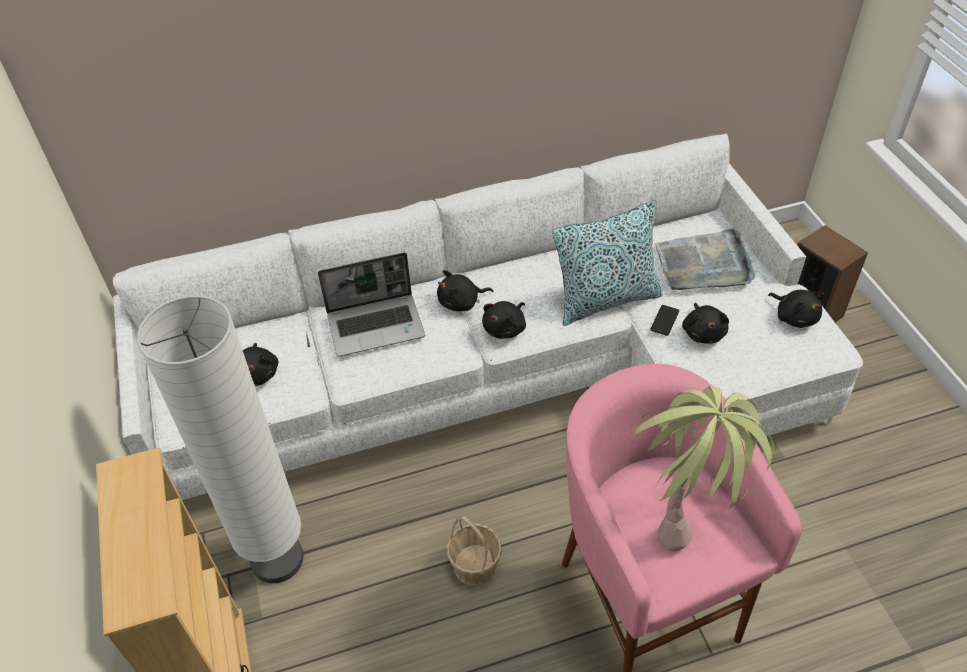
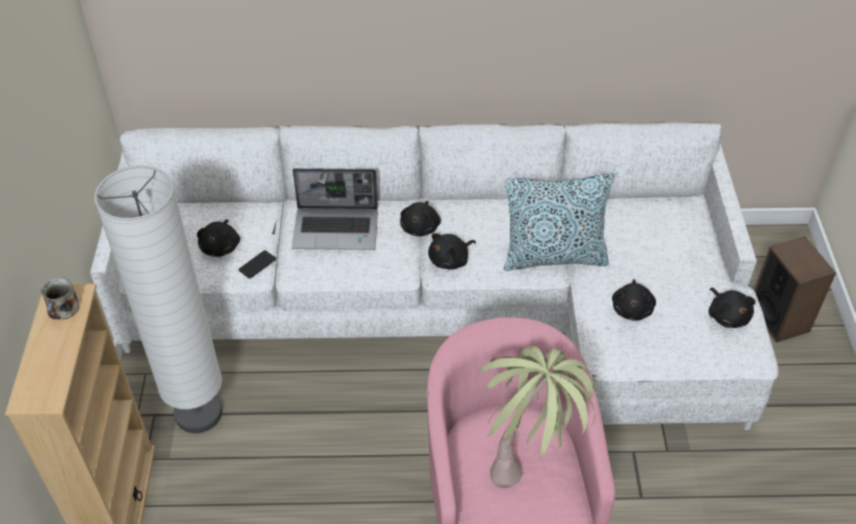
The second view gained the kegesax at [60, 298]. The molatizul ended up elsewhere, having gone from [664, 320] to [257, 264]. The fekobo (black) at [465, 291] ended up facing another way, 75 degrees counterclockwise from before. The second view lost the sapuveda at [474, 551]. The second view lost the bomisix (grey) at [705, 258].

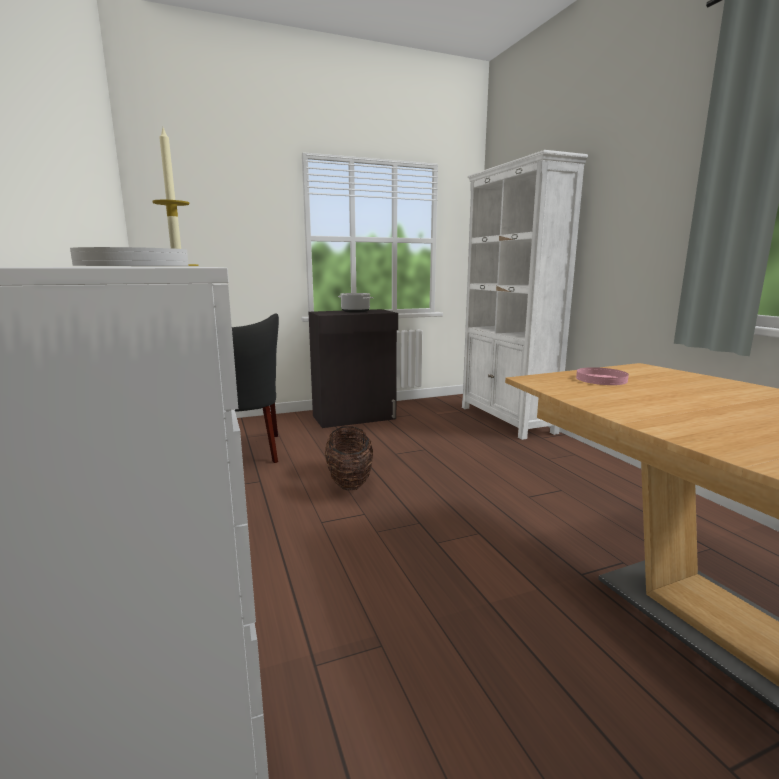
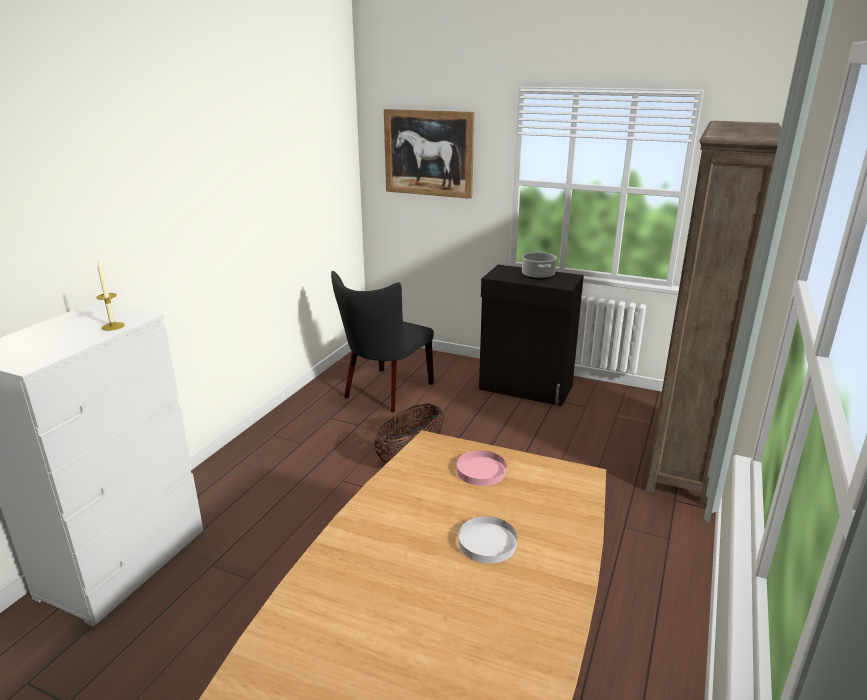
The second view gained the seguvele at [429, 154]. The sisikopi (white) ended up elsewhere, having gone from [129, 256] to [487, 539]. What was the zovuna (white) at [525, 295] turned into the zovuna (brown) at [713, 313].

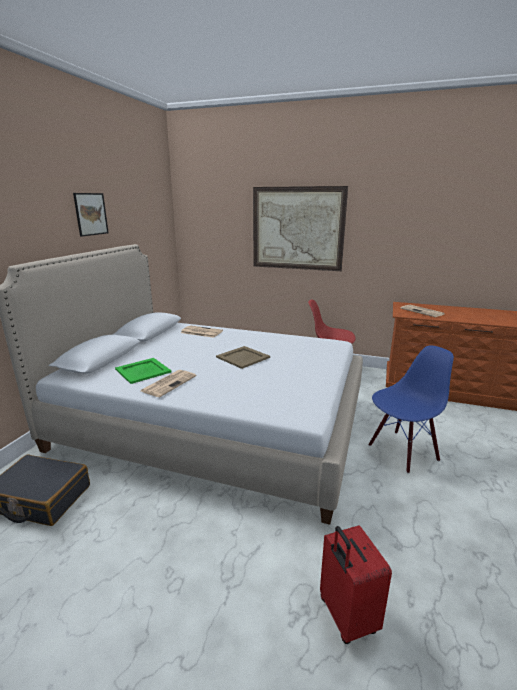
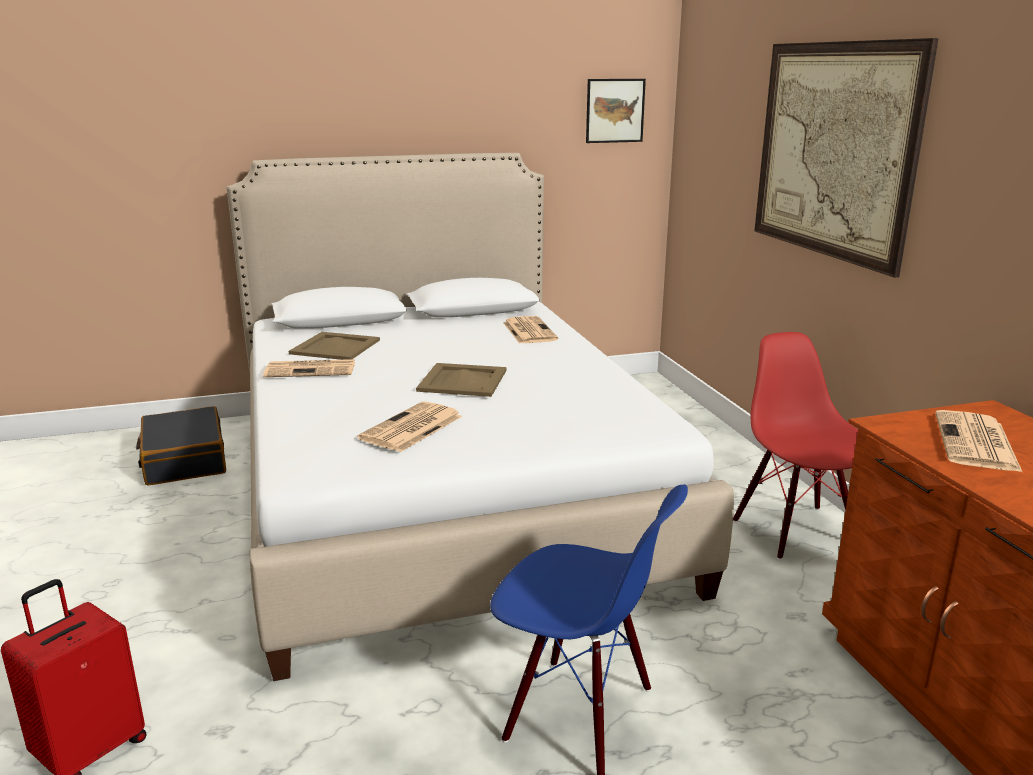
What was the bomisix (green) at [143, 371] turned into the bomisix (beige) at [334, 346]. The second view gained the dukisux at [410, 426]. The seguvele ended up elsewhere, having gone from [91, 215] to [616, 111].

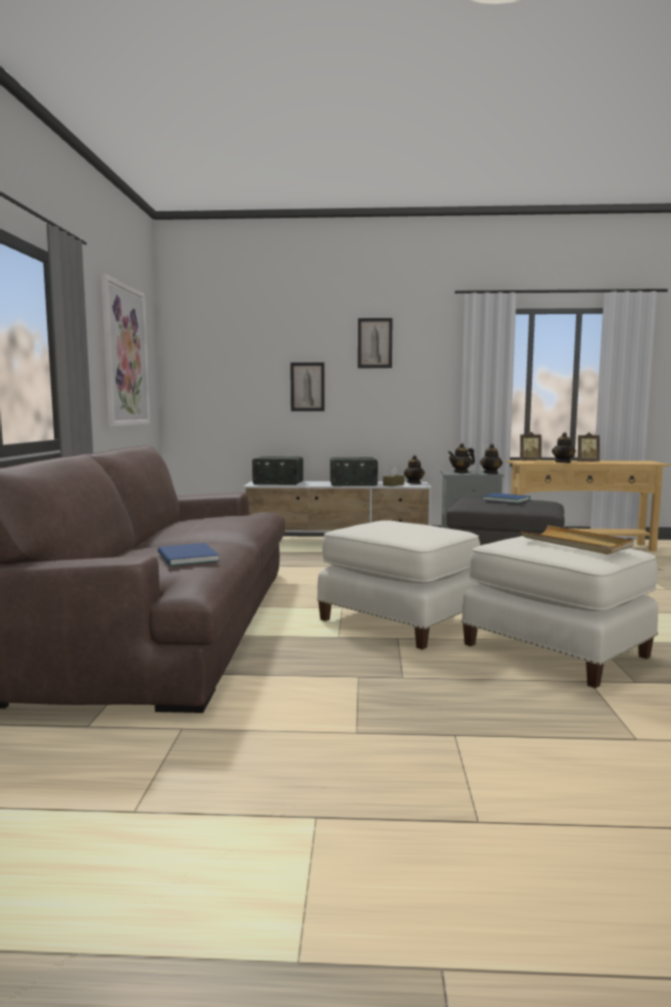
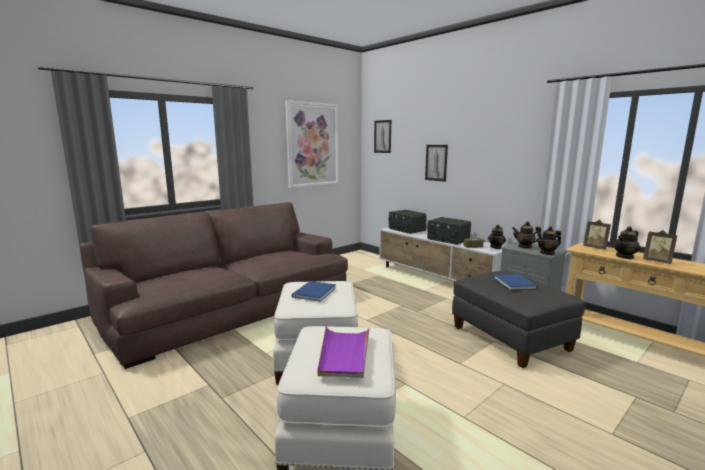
The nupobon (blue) ended up elsewhere, having gone from [188, 554] to [314, 291]. What was the bomisix (beige) at [577, 540] turned into the bomisix (purple) at [344, 352]. The seguvele ended up elsewhere, having gone from [375, 343] to [382, 136].

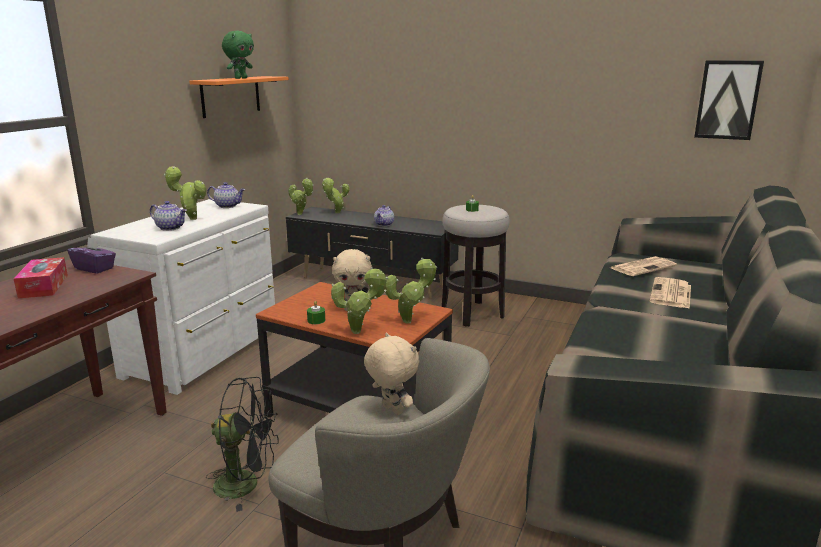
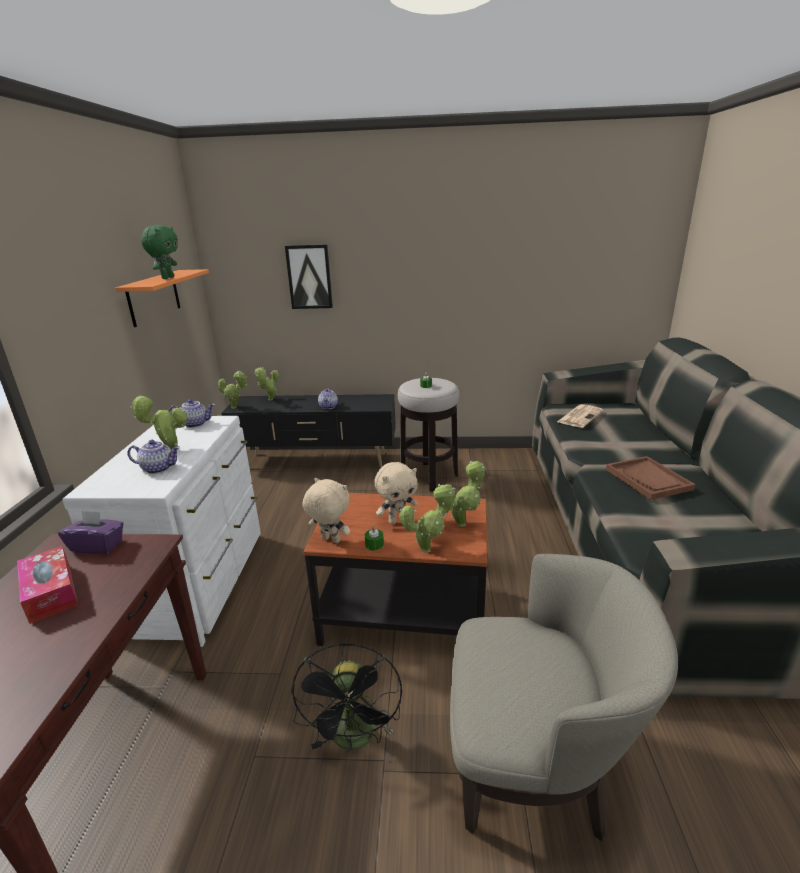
The seguvele ended up elsewhere, having gone from [729, 100] to [309, 276]. The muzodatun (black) at [242, 444] ended up facing another way, 105 degrees clockwise from before. The fekobo (beige) ended up elsewhere, having gone from [391, 374] to [326, 510]. The second view gained the bomisix (brown) at [651, 478]. The second view lost the dukisux at [670, 293].

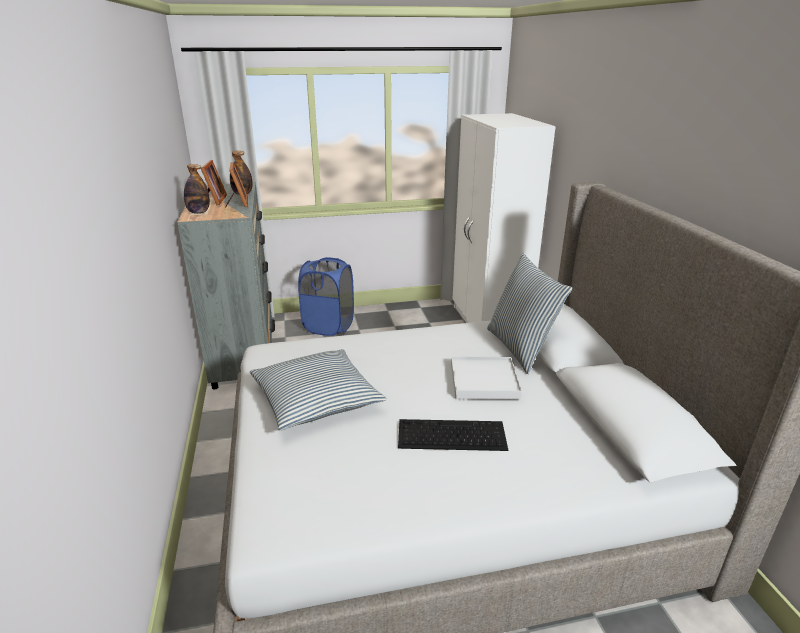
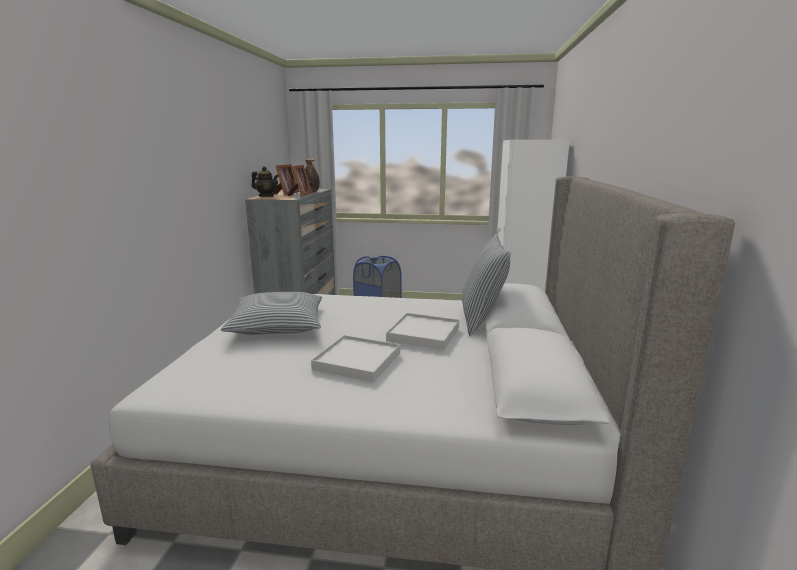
Where the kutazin stood at [197, 189], the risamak came to stand at [265, 181]. Where the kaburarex stood at [453, 435], the bomisix (white) came to stand at [355, 358].

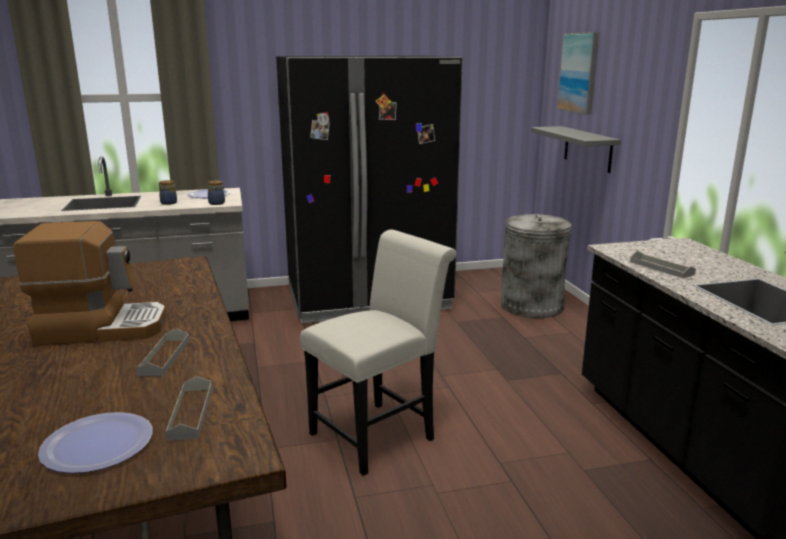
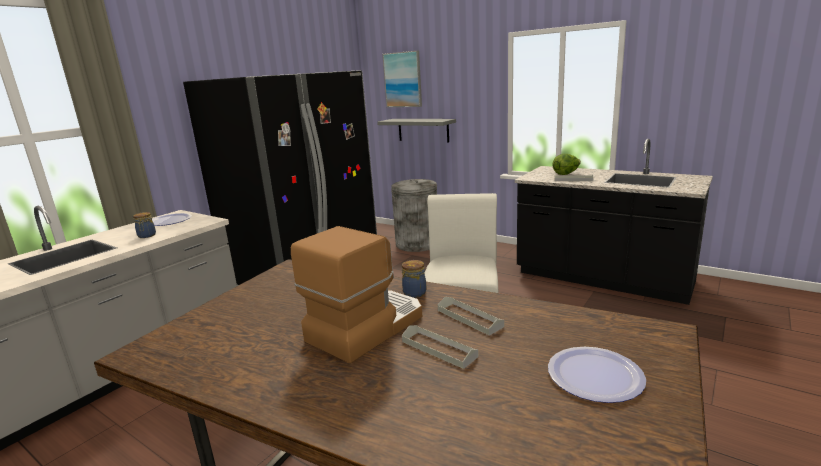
The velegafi ended up elsewhere, having gone from [216, 192] to [414, 279]. The bomisix (grey) ended up elsewhere, having gone from [188, 408] to [440, 347]. The second view gained the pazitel at [566, 164].

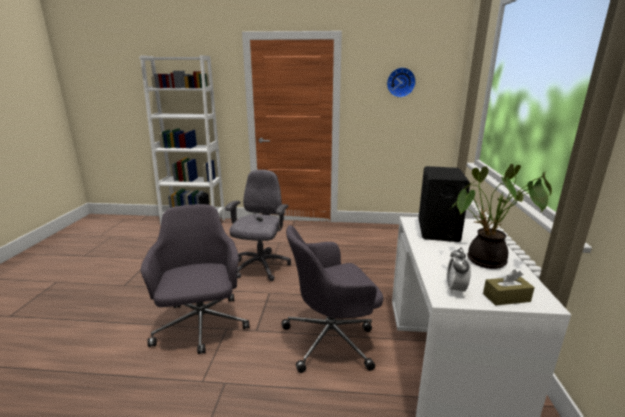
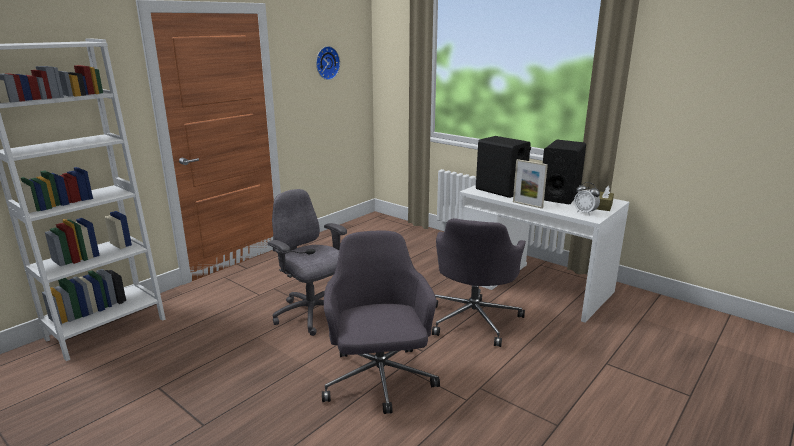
The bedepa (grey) at [195, 279] ended up facing another way, 60 degrees clockwise from before. The second view gained the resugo at [530, 184]. Where the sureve stood at [501, 216], the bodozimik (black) came to stand at [564, 172].

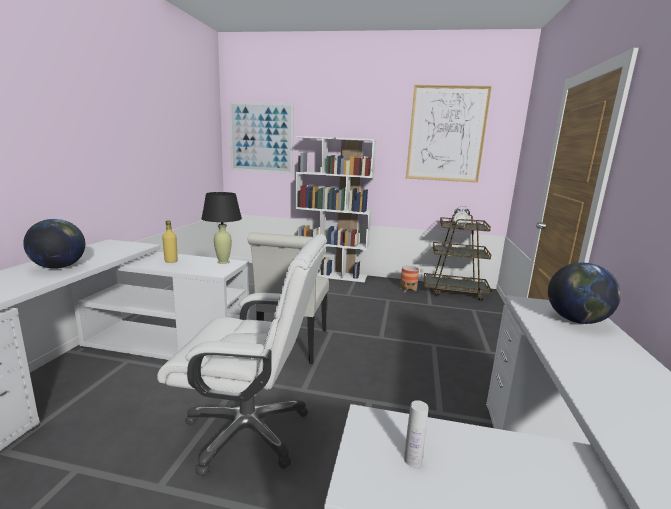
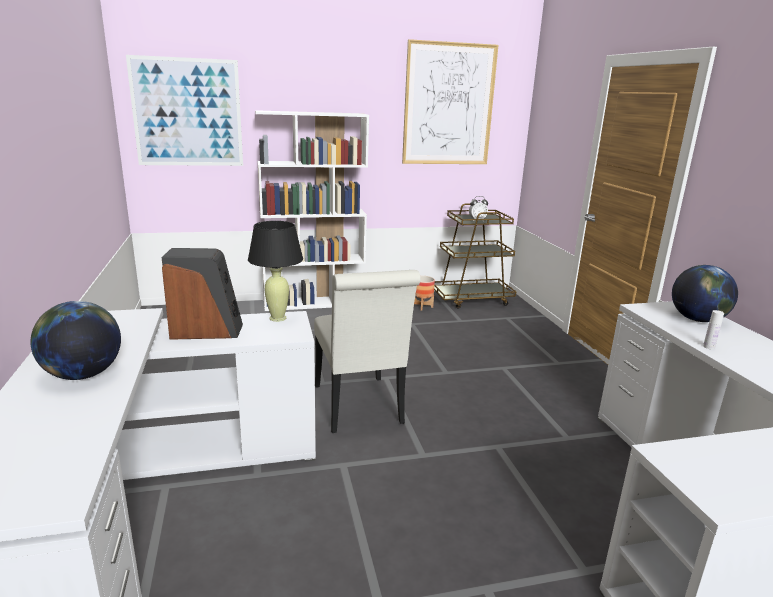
Where the kutazin (yellow) stood at [170, 241], the bodozimik came to stand at [202, 294]. The kutazin (white) ended up elsewhere, having gone from [416, 433] to [713, 329]. The second view lost the bedepa (white) at [242, 355].

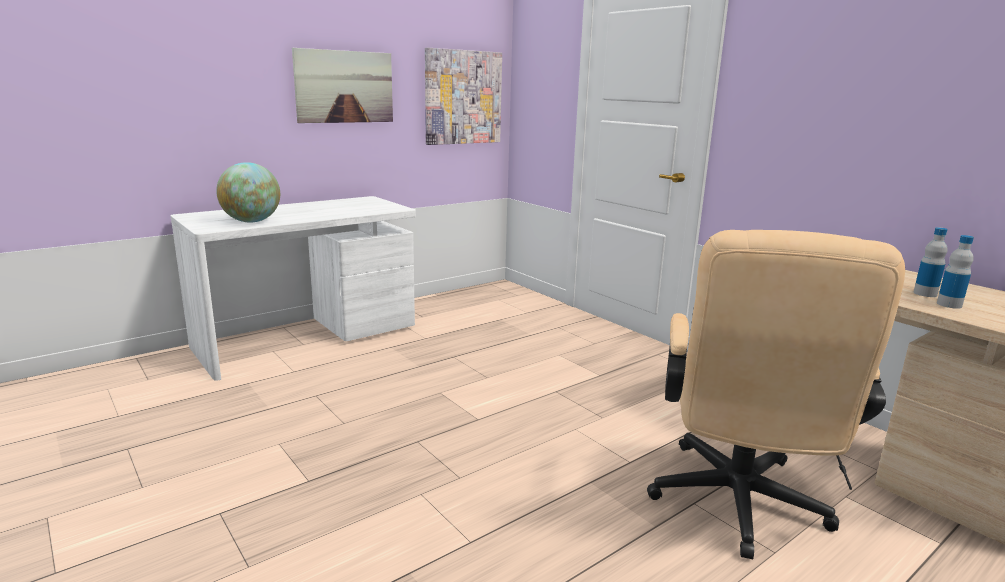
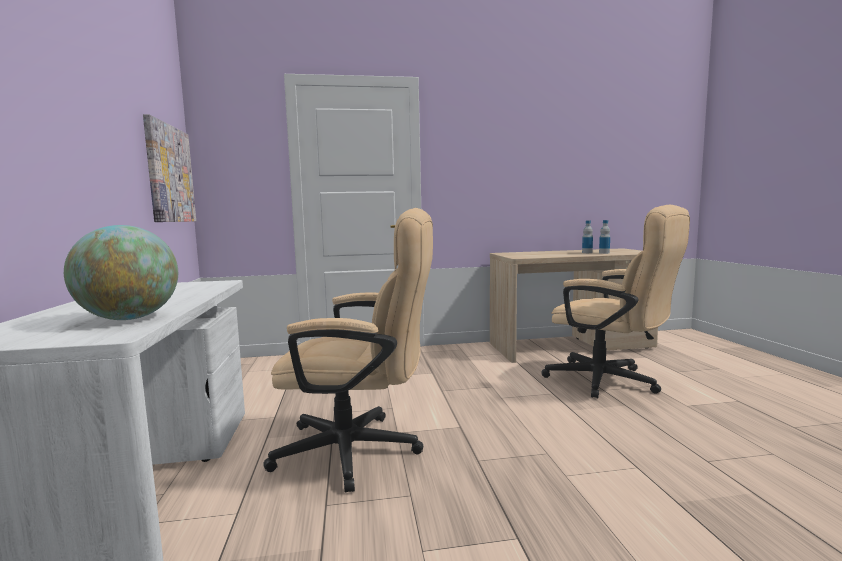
The second view gained the bedepa (beige) at [348, 350]. The second view lost the seguvele at [342, 85].

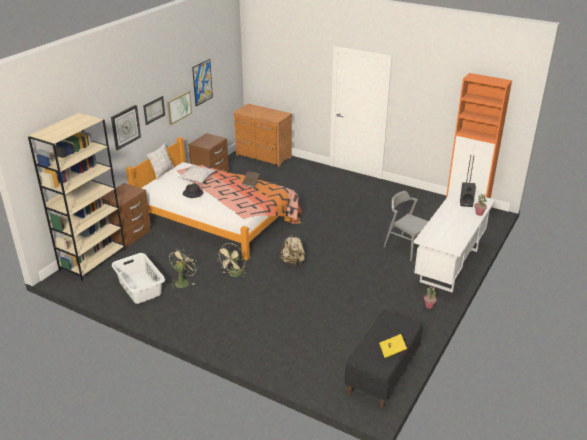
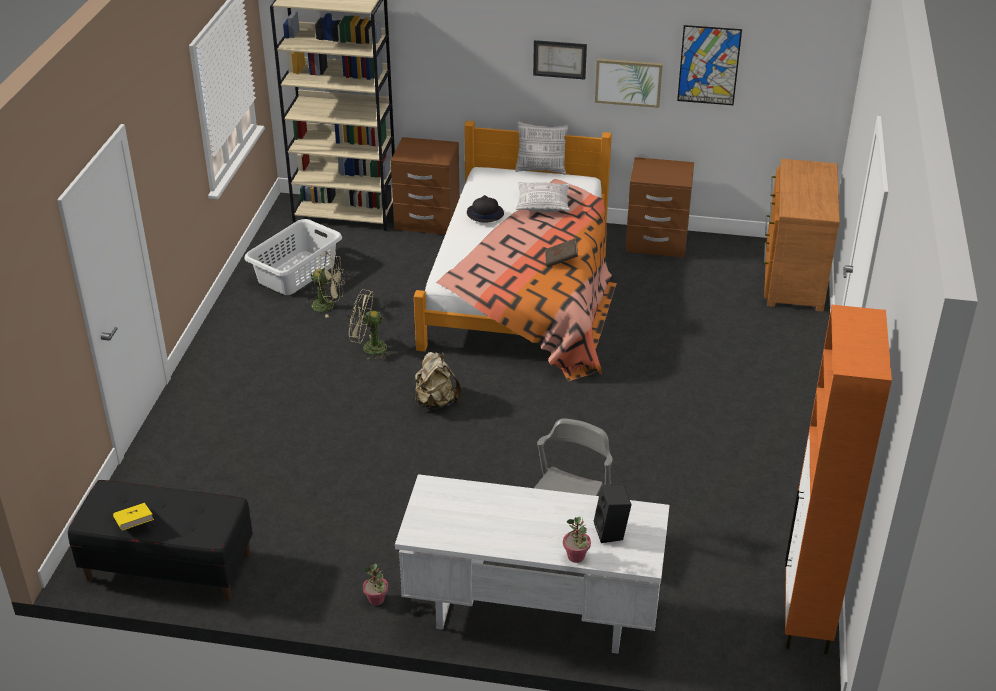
The second view lost the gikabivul at [126, 127].

